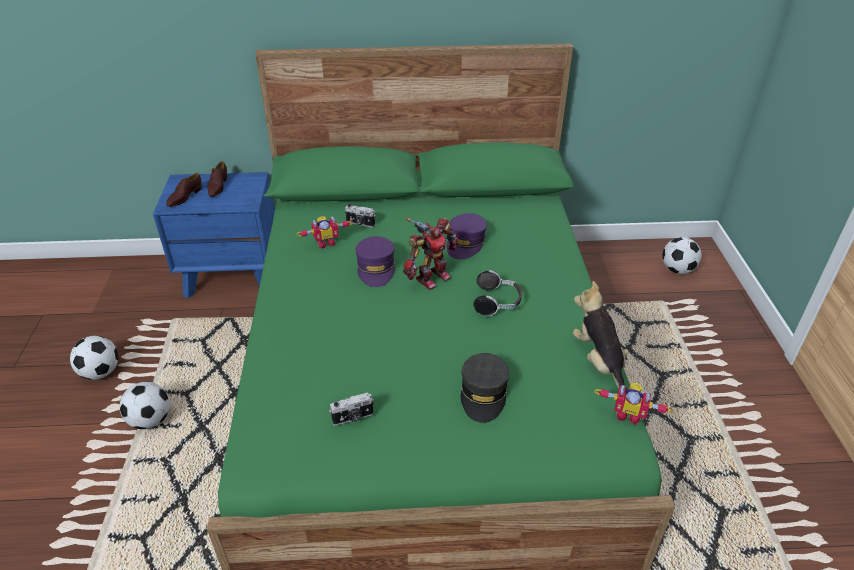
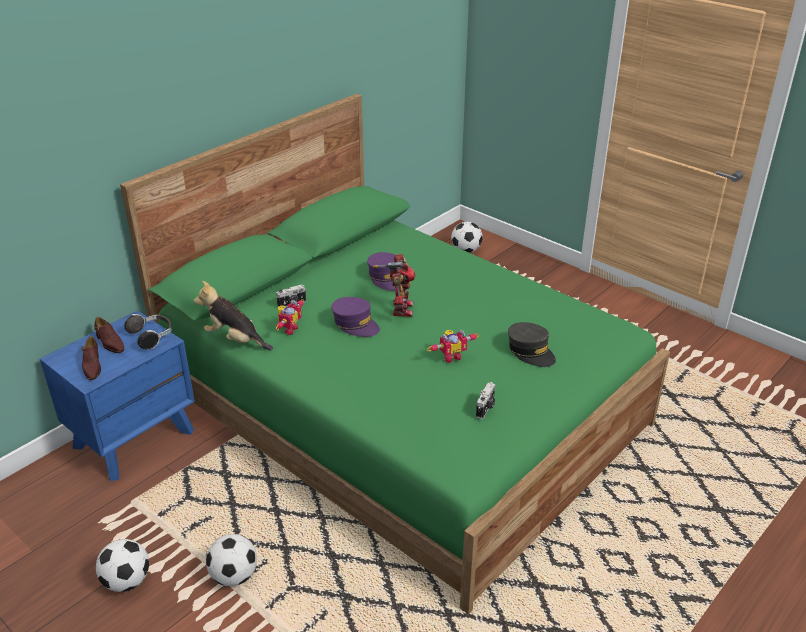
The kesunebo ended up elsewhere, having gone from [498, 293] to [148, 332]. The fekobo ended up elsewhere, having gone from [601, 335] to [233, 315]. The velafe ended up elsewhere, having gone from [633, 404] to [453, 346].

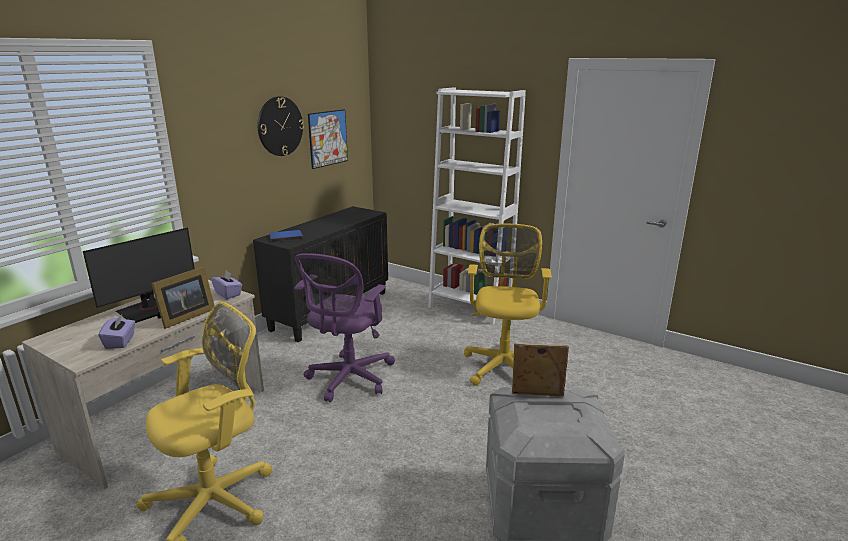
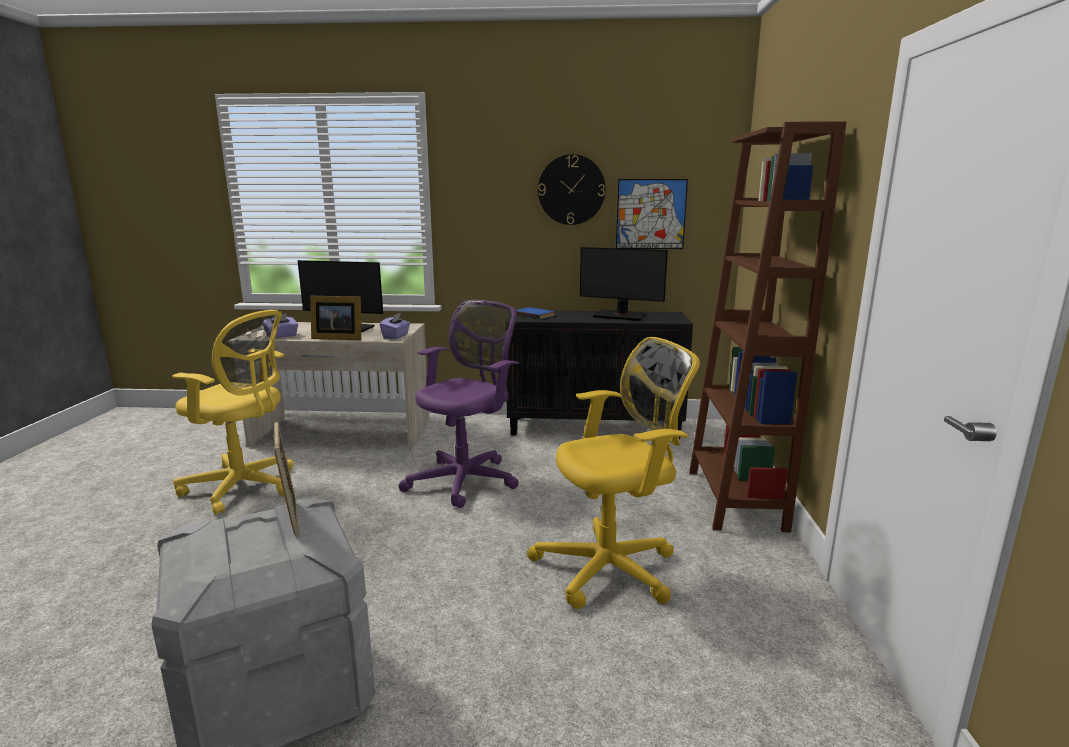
The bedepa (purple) at [344, 327] ended up facing another way, 135 degrees clockwise from before. The second view gained the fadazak at [624, 284]. What was the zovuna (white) at [477, 206] turned into the zovuna (brown) at [767, 327].

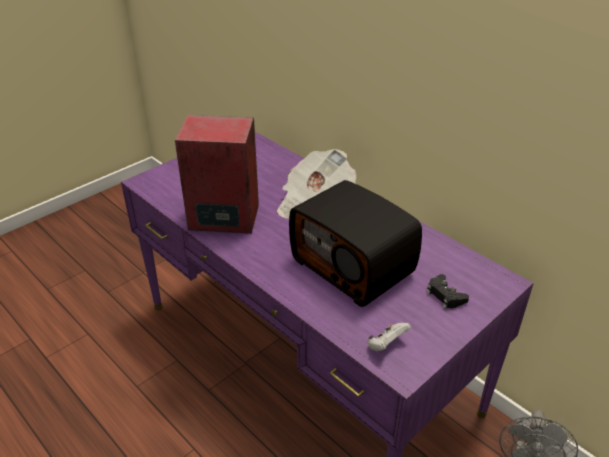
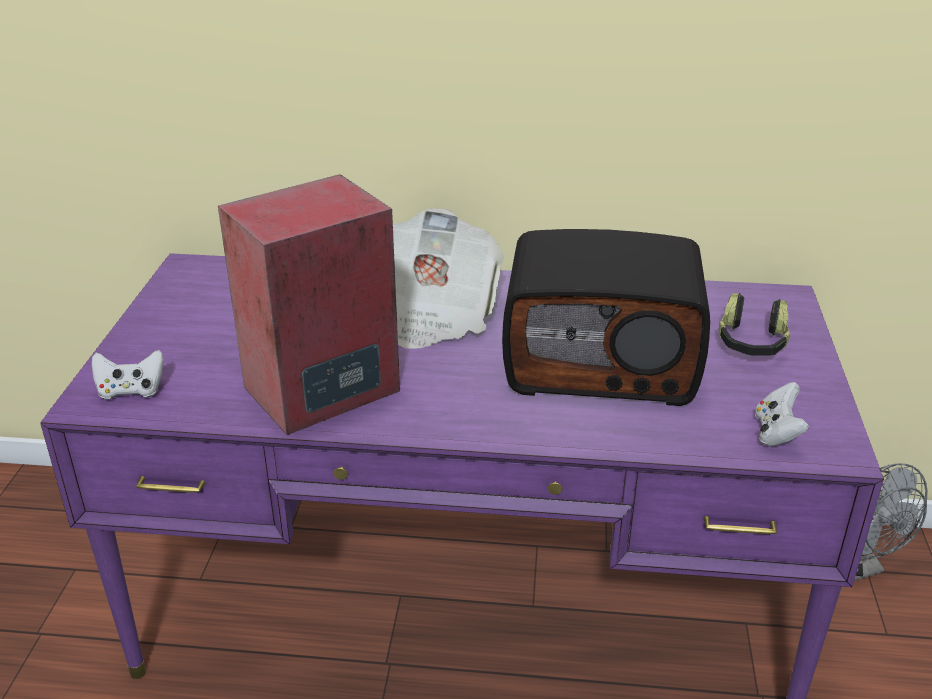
The second view gained the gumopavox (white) at [128, 374]. Where the gumopavox (black) stood at [448, 291], the kesunebo came to stand at [754, 324].

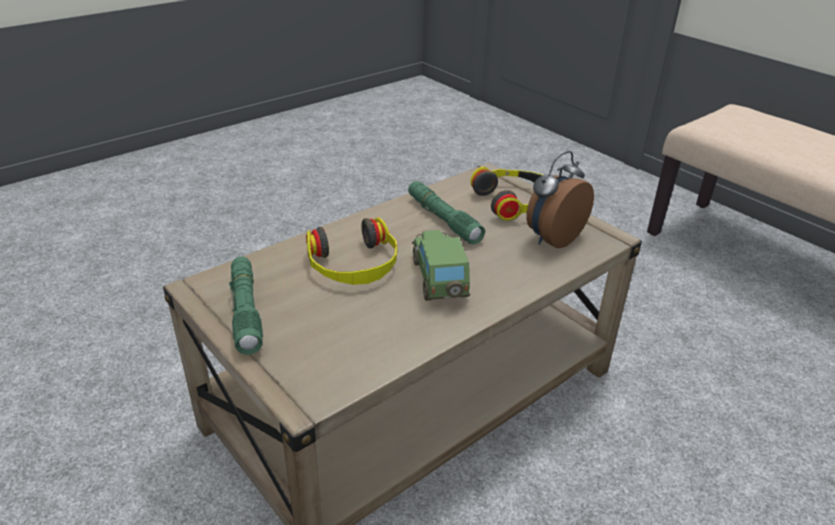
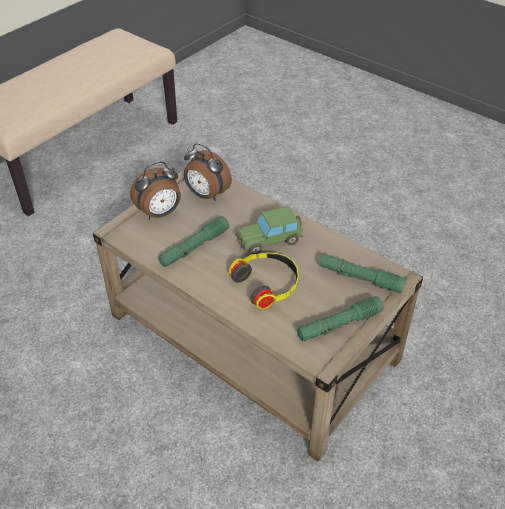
Where the kesunebo stood at [506, 194], the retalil came to stand at [155, 190]. The second view gained the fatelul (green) at [363, 273].

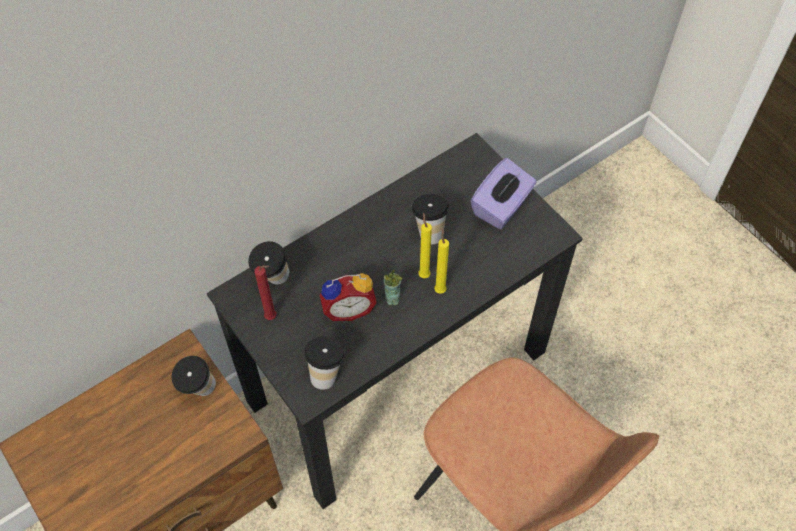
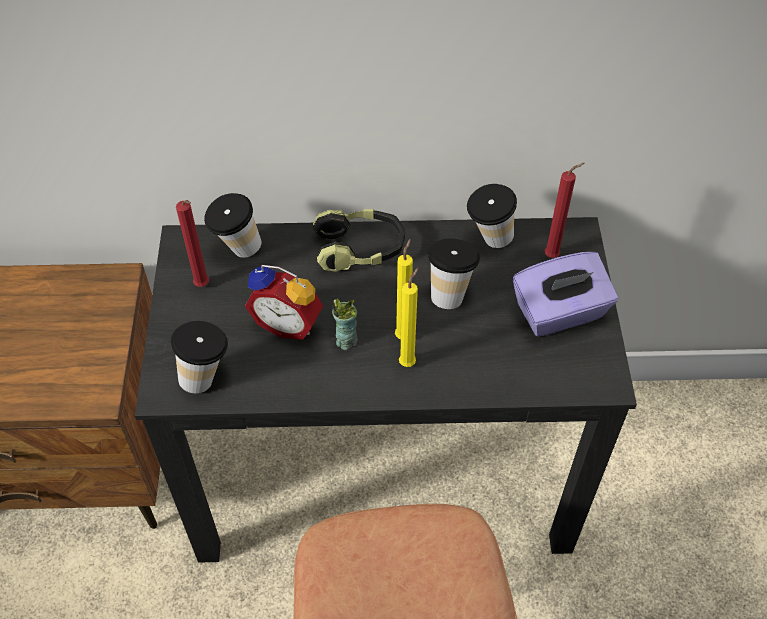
The second view gained the kesunebo at [359, 240]. The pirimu ended up elsewhere, having gone from [194, 376] to [492, 216]. The second view gained the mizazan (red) at [565, 210].

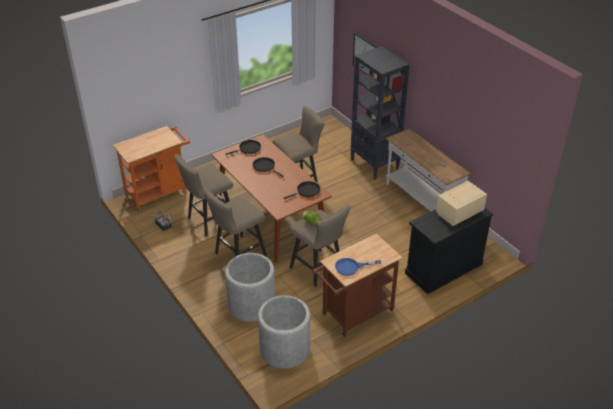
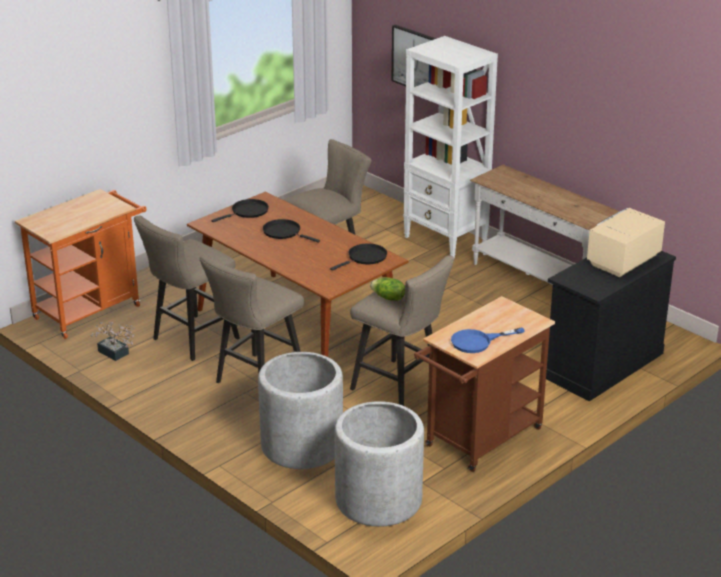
What was the zovuna (black) at [380, 112] turned into the zovuna (white) at [450, 147].

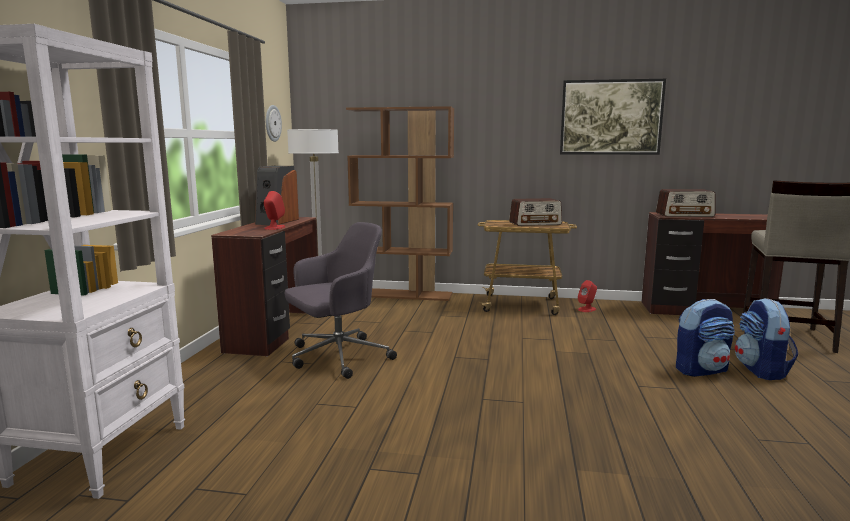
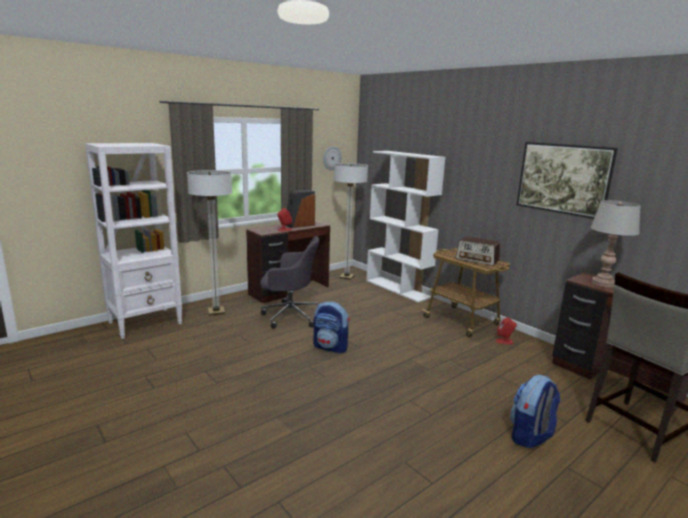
The second view gained the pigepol at [209, 242]. The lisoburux ended up elsewhere, having gone from [705, 338] to [331, 328]. What was the zovuna (brown) at [400, 203] turned into the zovuna (white) at [406, 226]. Where the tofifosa stood at [685, 203], the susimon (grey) came to stand at [616, 244].

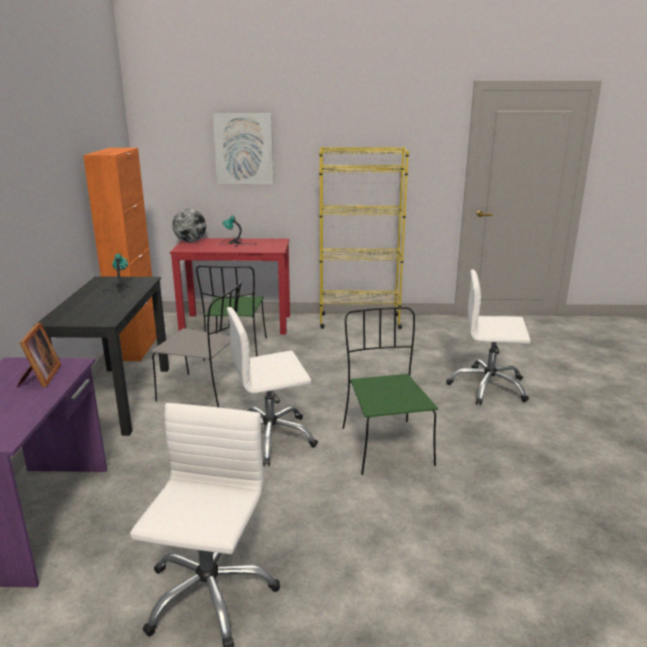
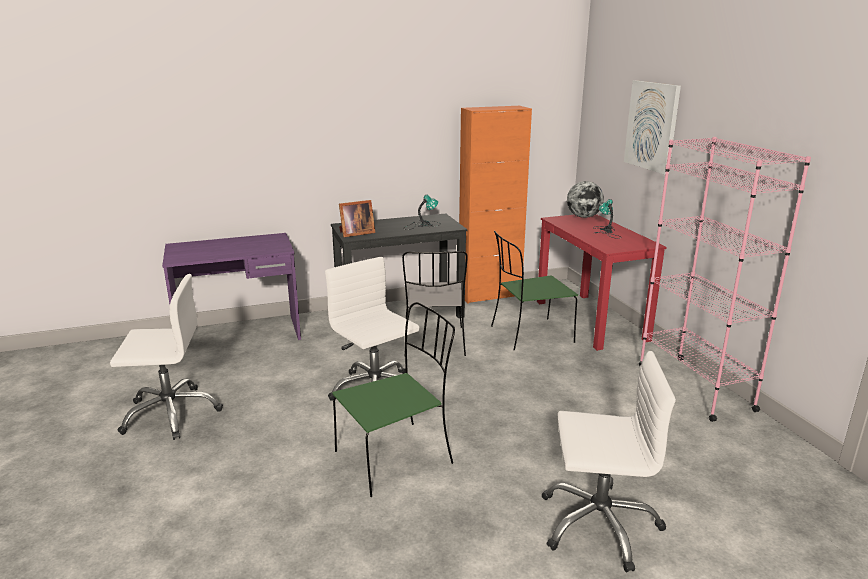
The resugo ended up elsewhere, having gone from [39, 355] to [357, 218]. The bedepa (white) at [488, 337] ended up facing another way, 105 degrees clockwise from before. What was the zovuna (yellow) at [364, 238] turned into the zovuna (pink) at [725, 279].

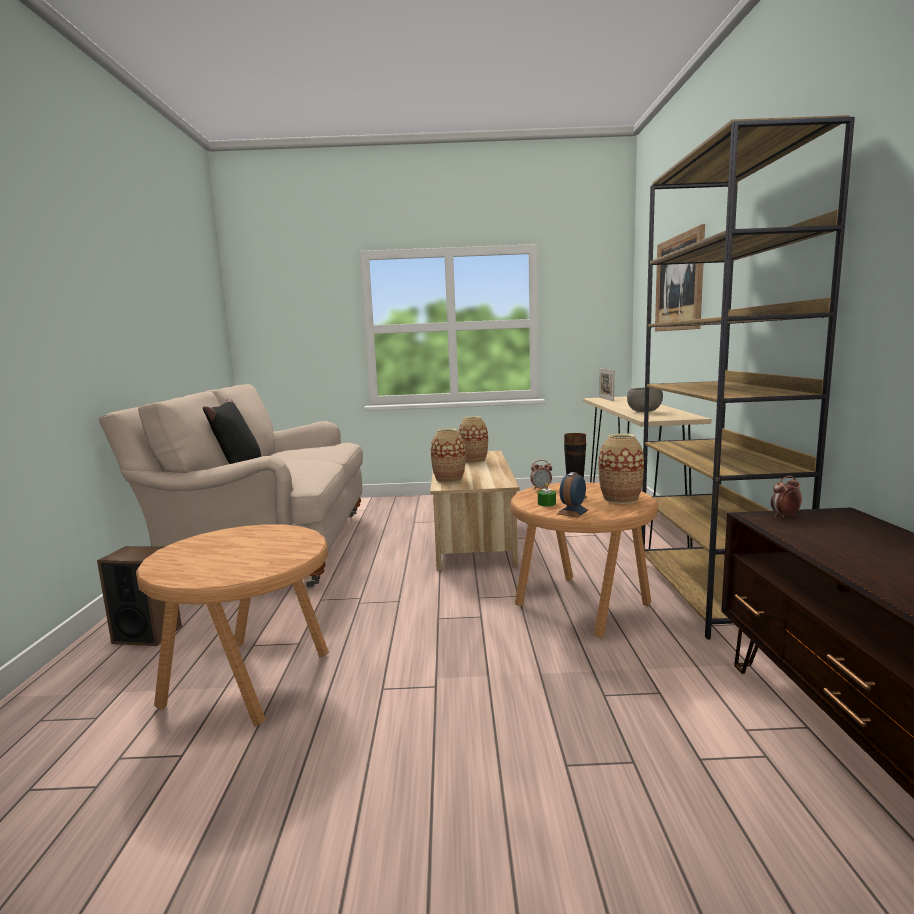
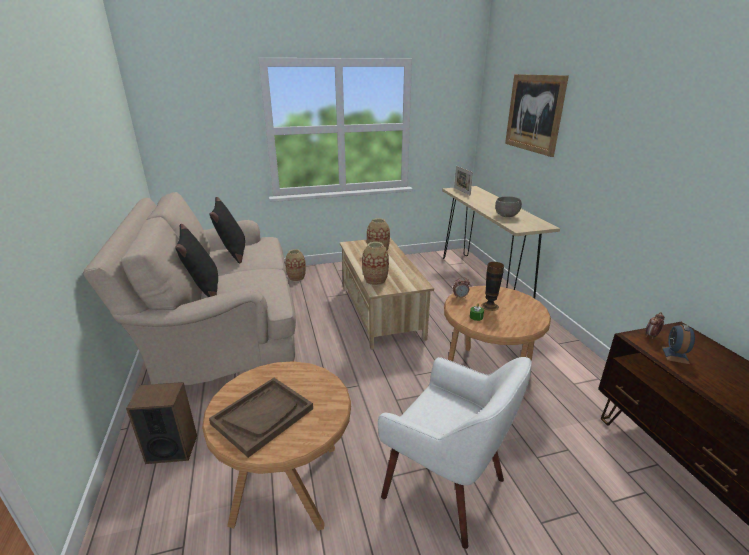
The second view gained the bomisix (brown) at [261, 418]. The second view gained the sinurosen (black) at [227, 230]. The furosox ended up elsewhere, having gone from [621, 468] to [295, 265]. The second view gained the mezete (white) at [455, 453]. The retalil ended up elsewhere, having gone from [573, 494] to [678, 344]. The second view lost the zovuna (brown) at [748, 377].

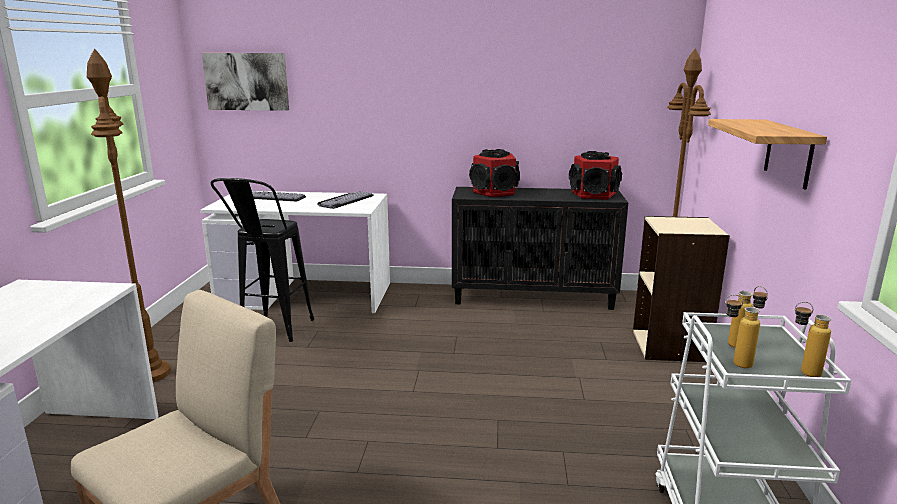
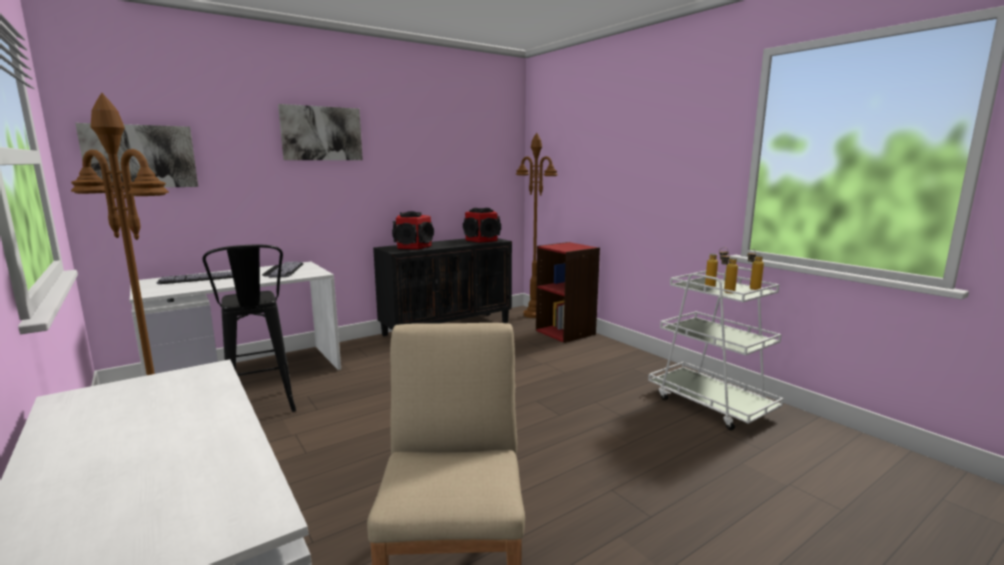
The second view gained the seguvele at [320, 132]. What was the zovuna (beige) at [681, 289] turned into the zovuna (red) at [568, 292]. The second view lost the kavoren at [767, 154].

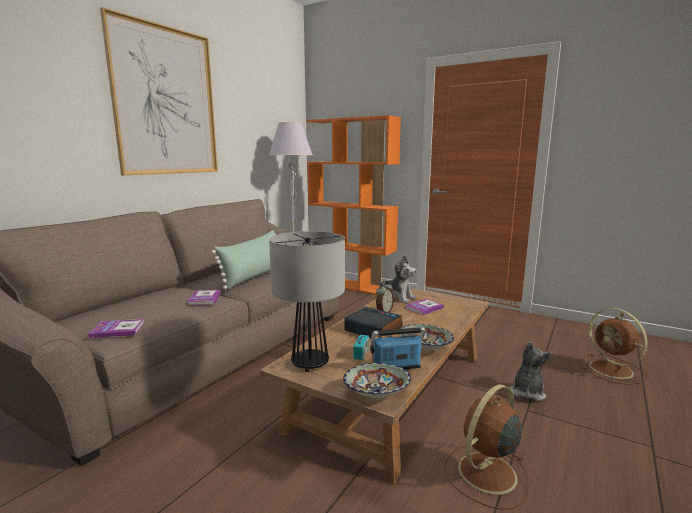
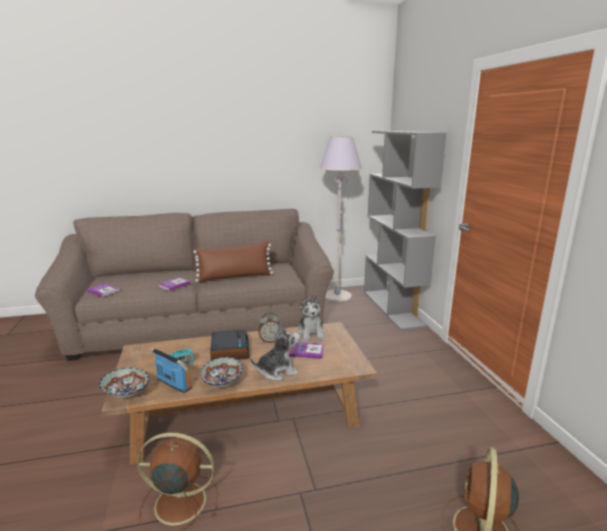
What was the sinurosen (green) at [243, 260] turned into the sinurosen (brown) at [233, 261]. The fekobo ended up elsewhere, having gone from [531, 371] to [275, 351]. What was the zovuna (orange) at [353, 205] turned into the zovuna (grey) at [405, 230]. The second view lost the seguvele at [159, 91]. The second view lost the susimon at [307, 301].

